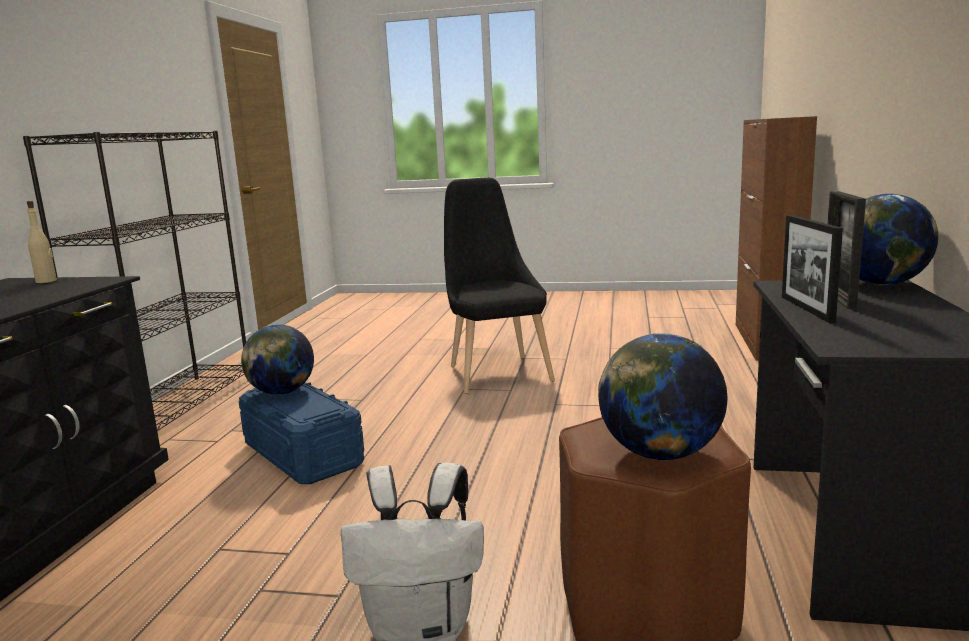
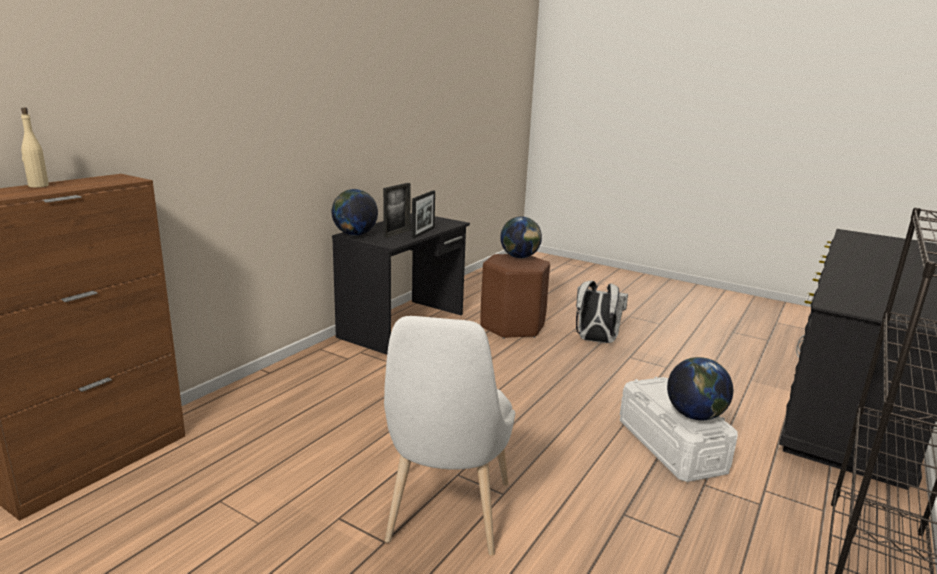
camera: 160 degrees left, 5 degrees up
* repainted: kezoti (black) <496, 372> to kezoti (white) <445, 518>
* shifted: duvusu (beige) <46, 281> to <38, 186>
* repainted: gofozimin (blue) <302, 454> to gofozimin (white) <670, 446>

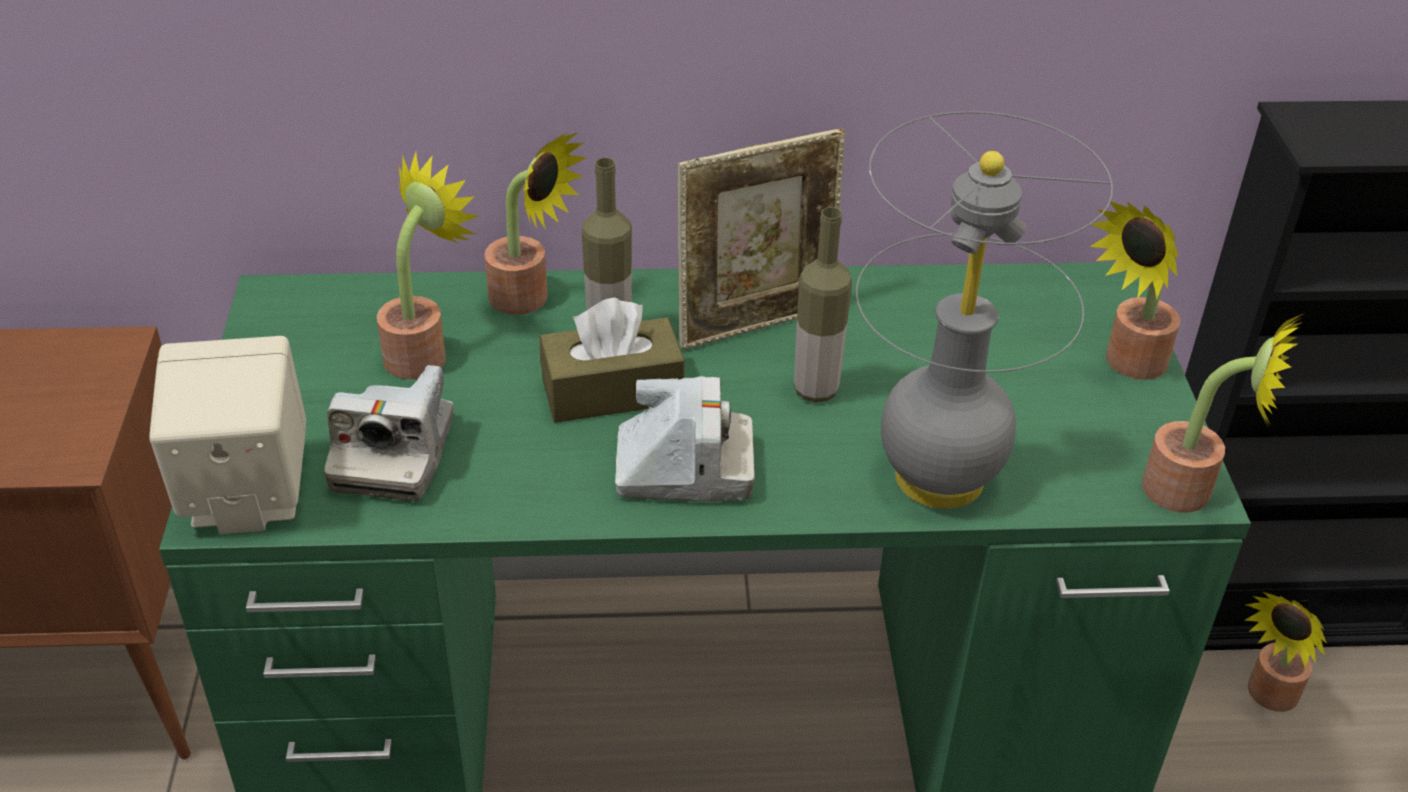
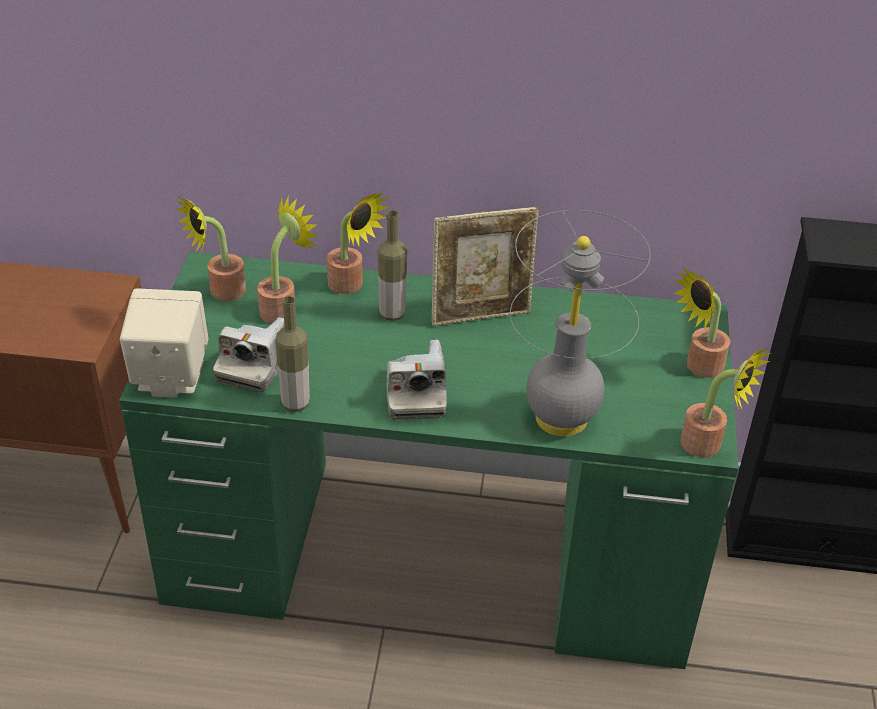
camera: 10 degrees right, 0 degrees up
* shifted: duvusu <815, 390> to <295, 404>
* gone: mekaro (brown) <612, 391>
* rotated: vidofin <684, 469> = <415, 394> 75 degrees clockwise
* shifted: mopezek <1267, 697> to <221, 292>

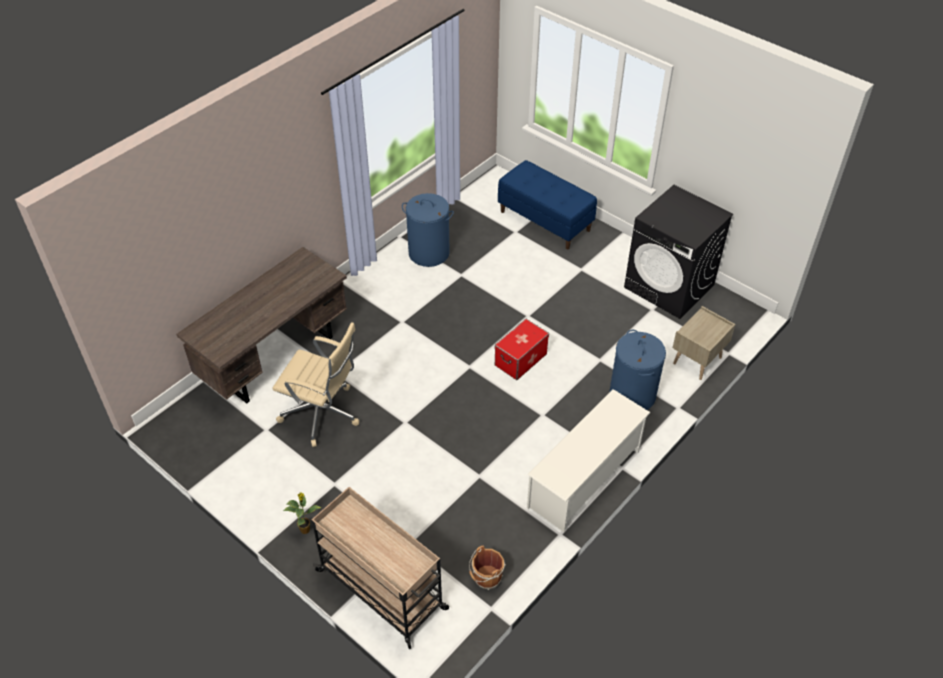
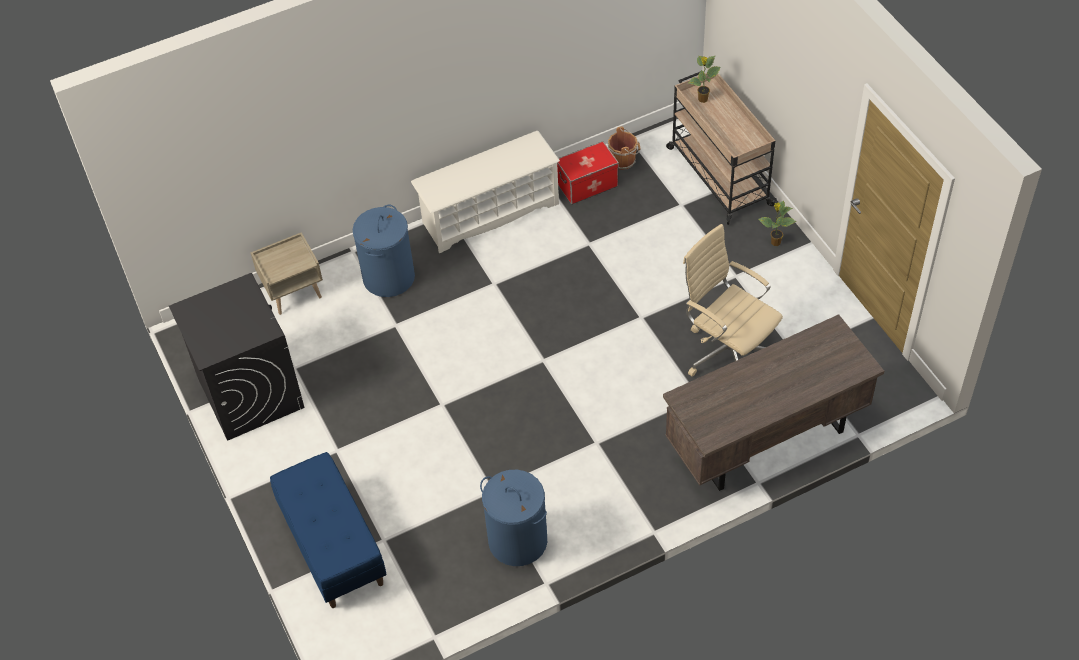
camera: 155 degrees left, 5 degrees up
* shifted: gofozimin <521, 360> to <587, 184>
* new: mopezek <702, 99>

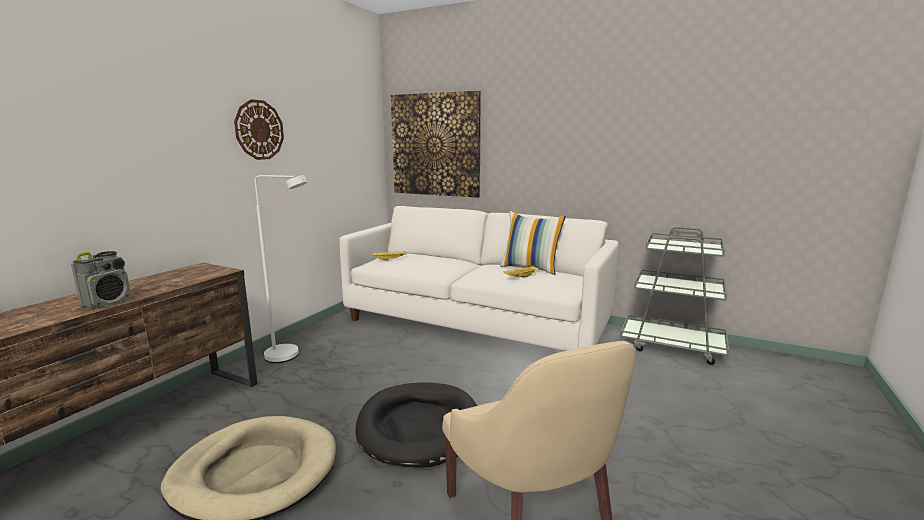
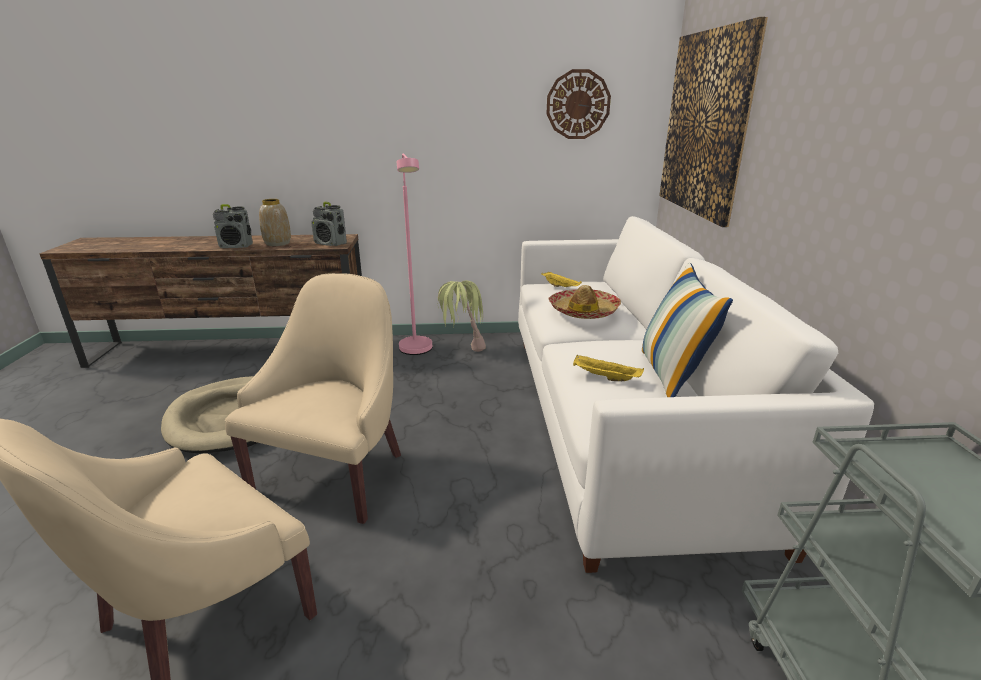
camera: 60 degrees right, 10 degrees up
* shifted: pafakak <259, 130> to <578, 105>
* repainted: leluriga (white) <289, 356> to leluriga (pink) <417, 352>
* swapped: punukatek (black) <419, 427> to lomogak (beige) <335, 472>
* new: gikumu <277, 243>
* new: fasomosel <331, 243>
* new: mopezek <461, 349>
* new: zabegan <583, 311>

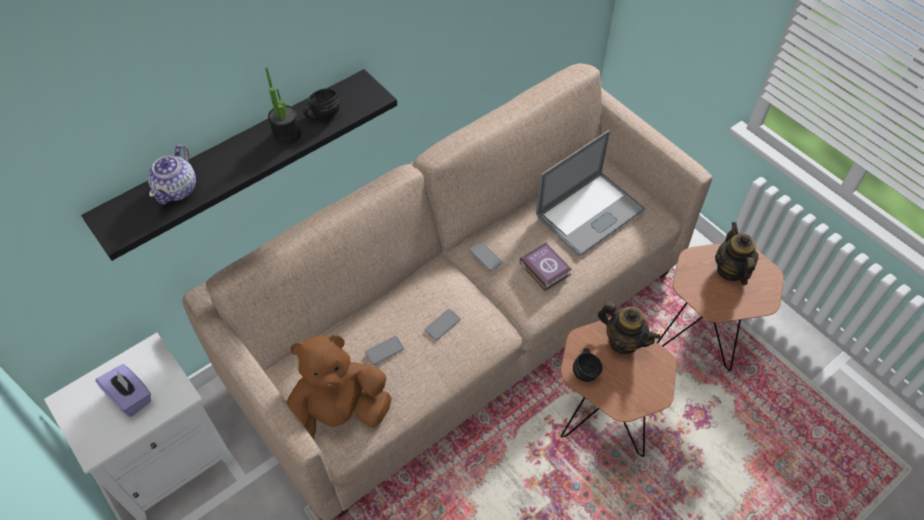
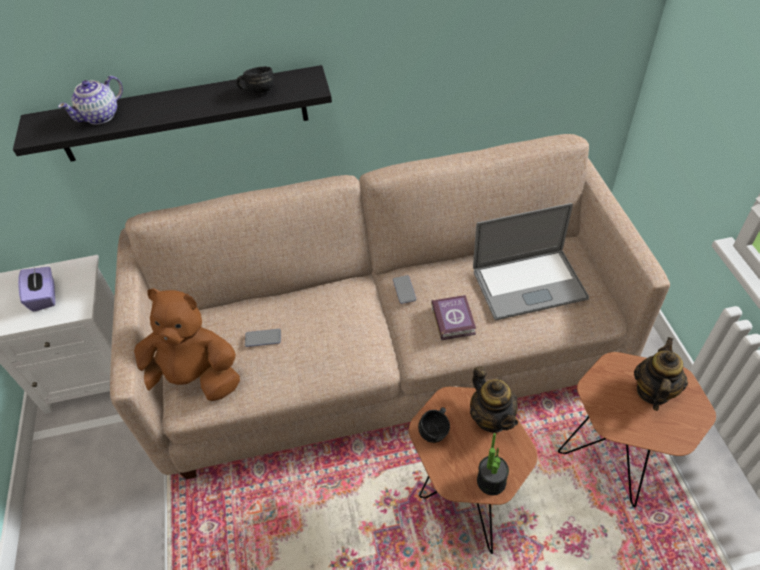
camera: 30 degrees right, 5 degrees down
* shifted: mopezek <287, 135> to <491, 481>
* gone: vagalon <442, 325>

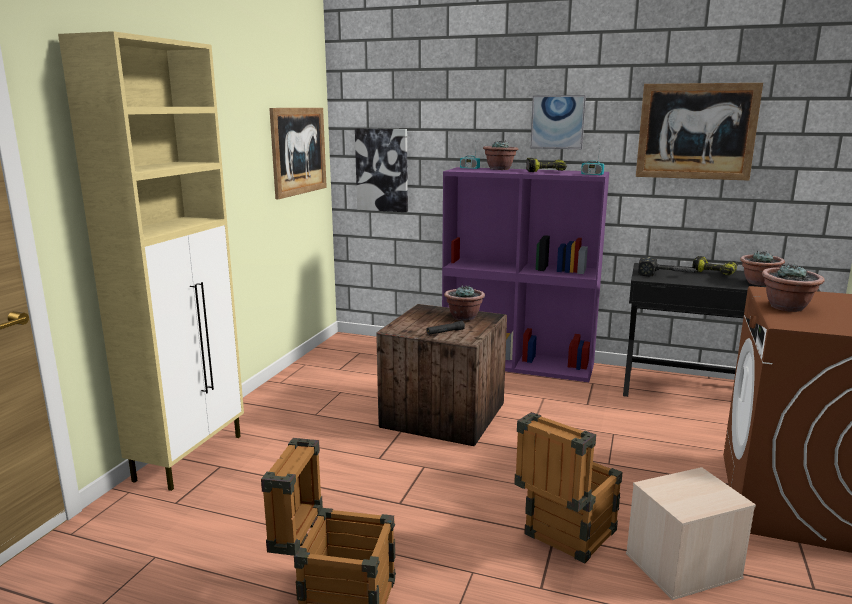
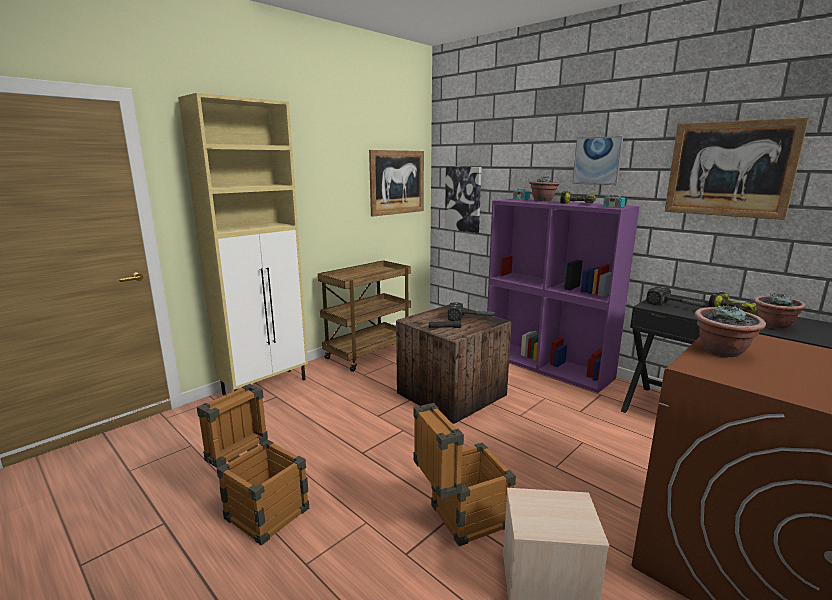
camera: 25 degrees right, 0 degrees up
* swapped: mopezek <464, 317> to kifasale <473, 319>
* new: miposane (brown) <368, 353>

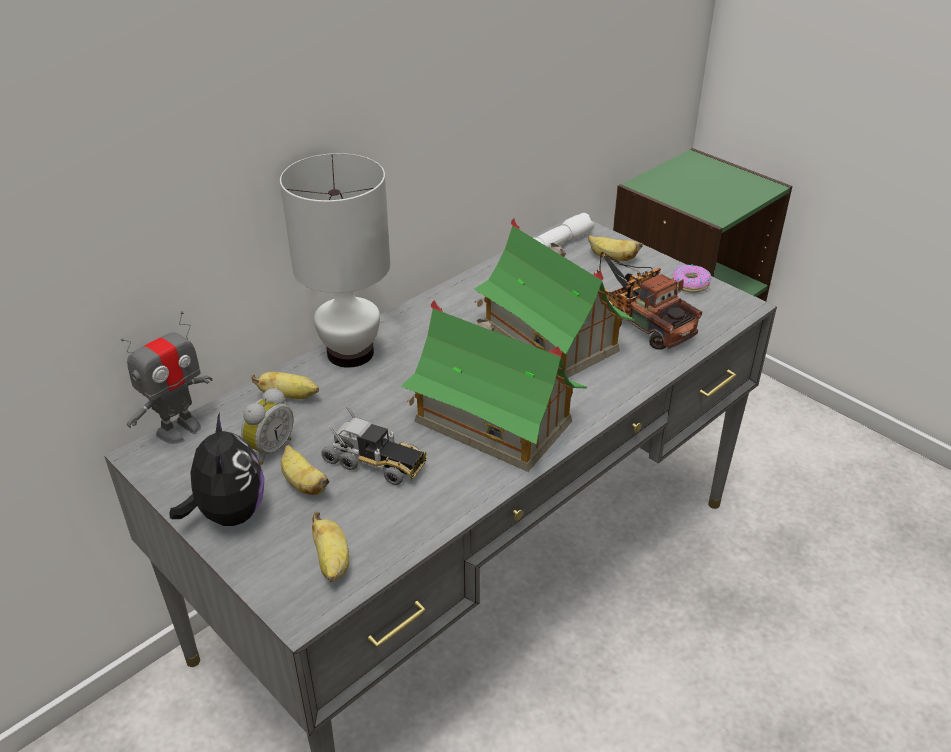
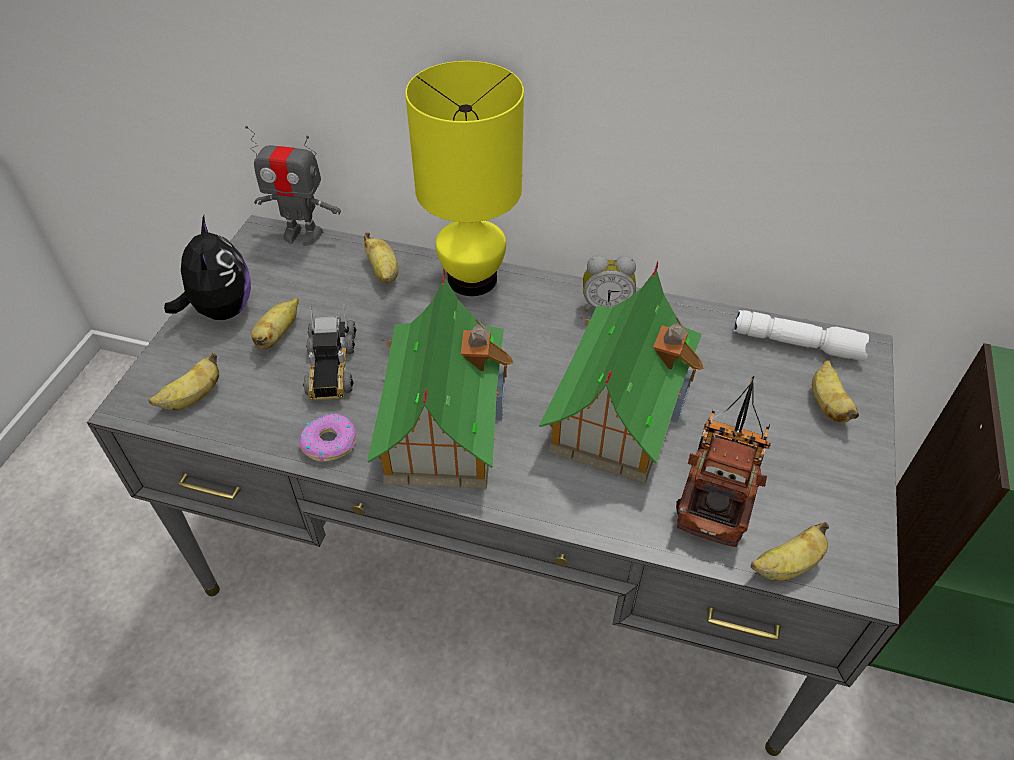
camera: 60 degrees right, 10 degrees up
* repainted: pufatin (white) <350, 354> to pufatin (yellow) <471, 280>
* shifted: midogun <690, 284> to <329, 443>
* shifted: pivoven <269, 449> to <606, 306>
* rotated: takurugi <228, 513> = <221, 310> 60 degrees counterclockwise
* new: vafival <786, 566>

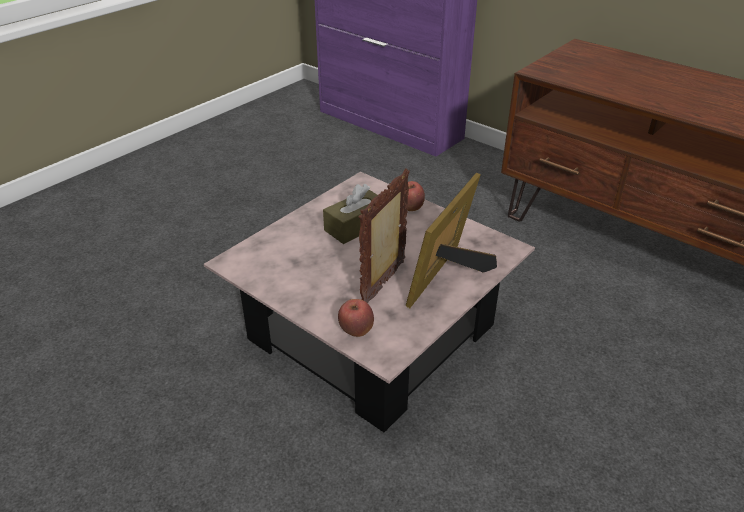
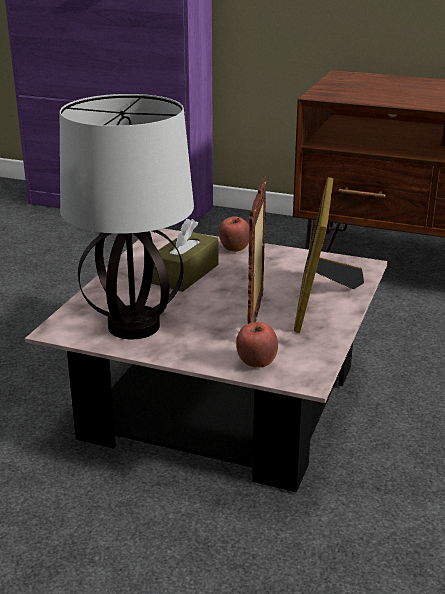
camera: 20 degrees left, 10 degrees down
* new: pufatin <135, 326>

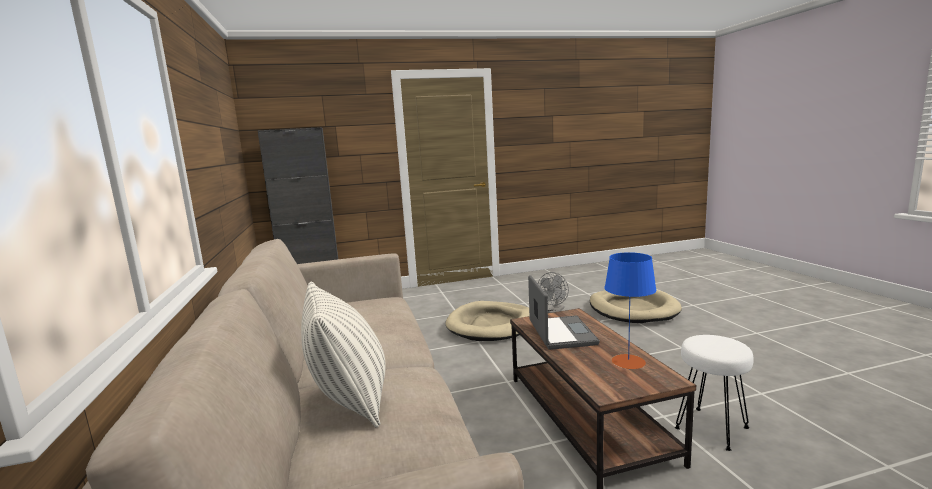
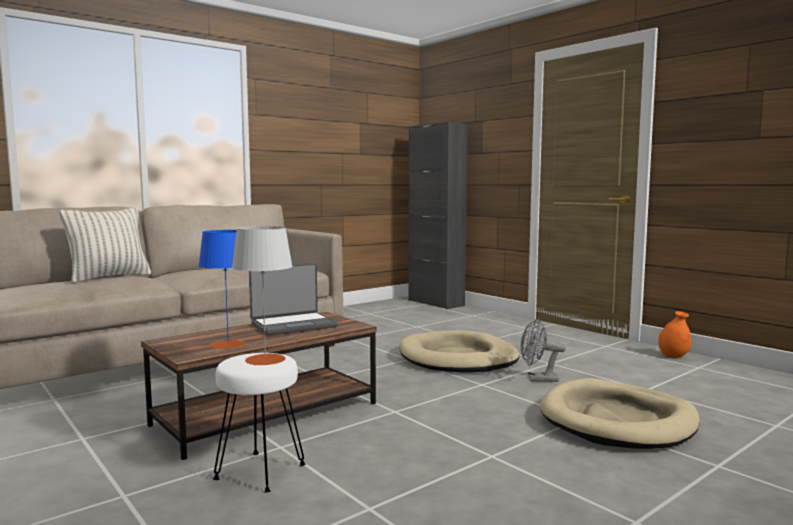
camera: 65 degrees right, 5 degrees down
* new: pufatin (grey) <265, 360>
* new: gikumu (orange) <673, 356>

